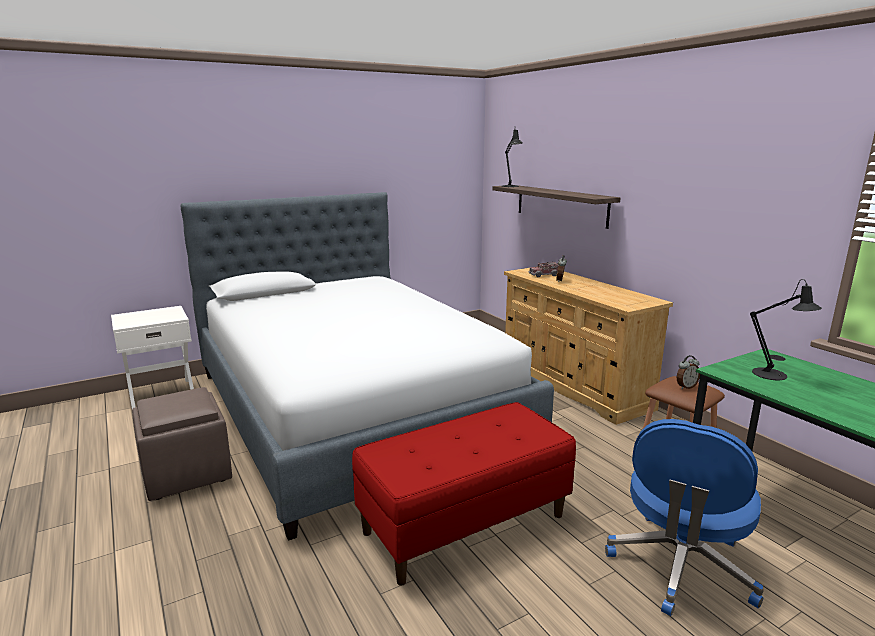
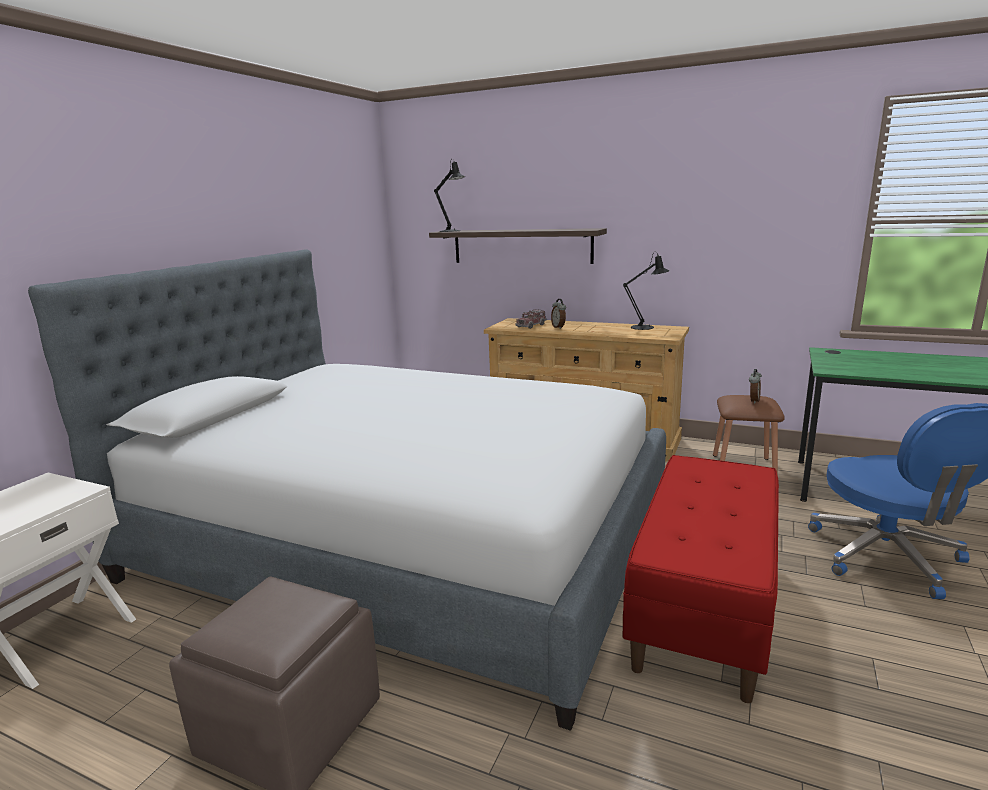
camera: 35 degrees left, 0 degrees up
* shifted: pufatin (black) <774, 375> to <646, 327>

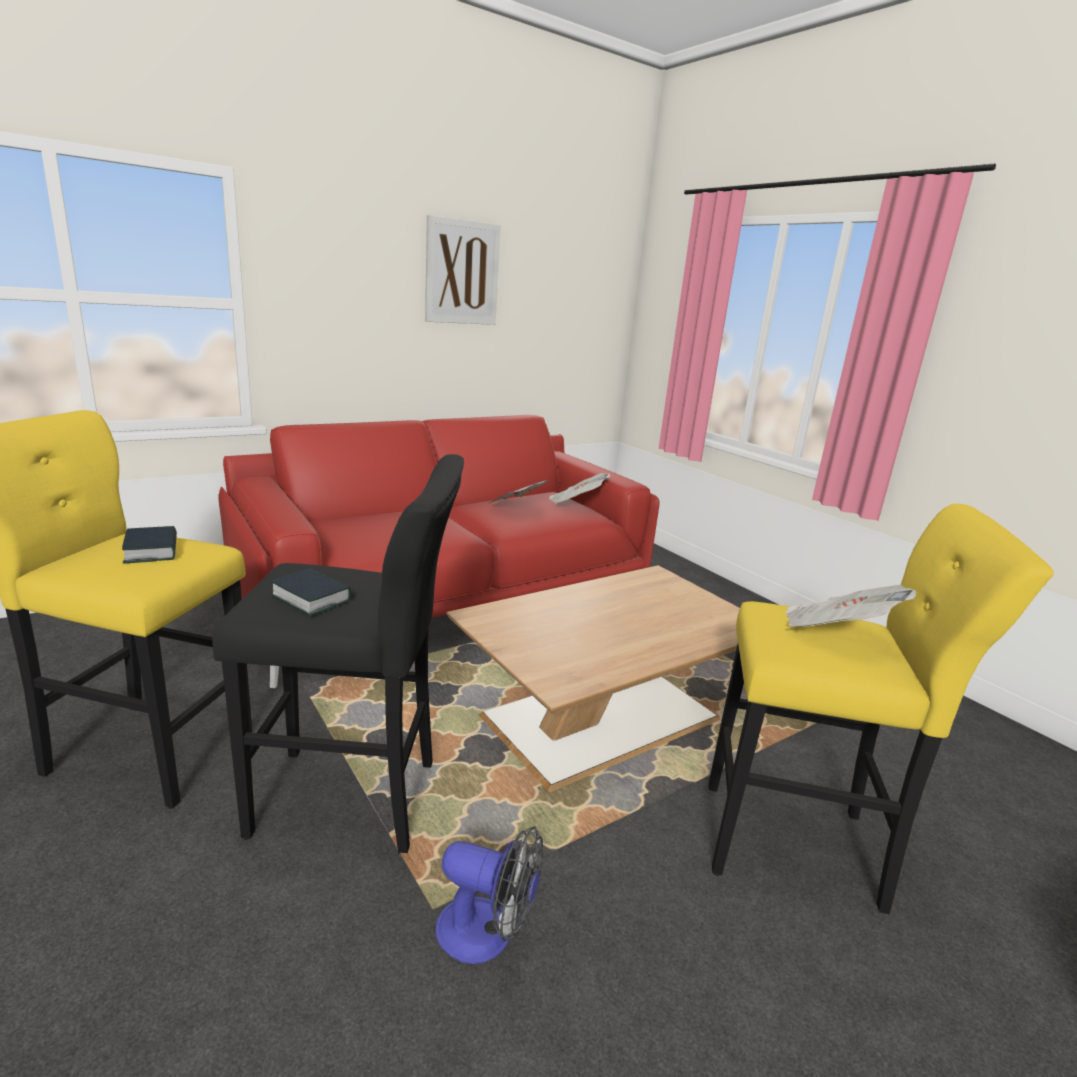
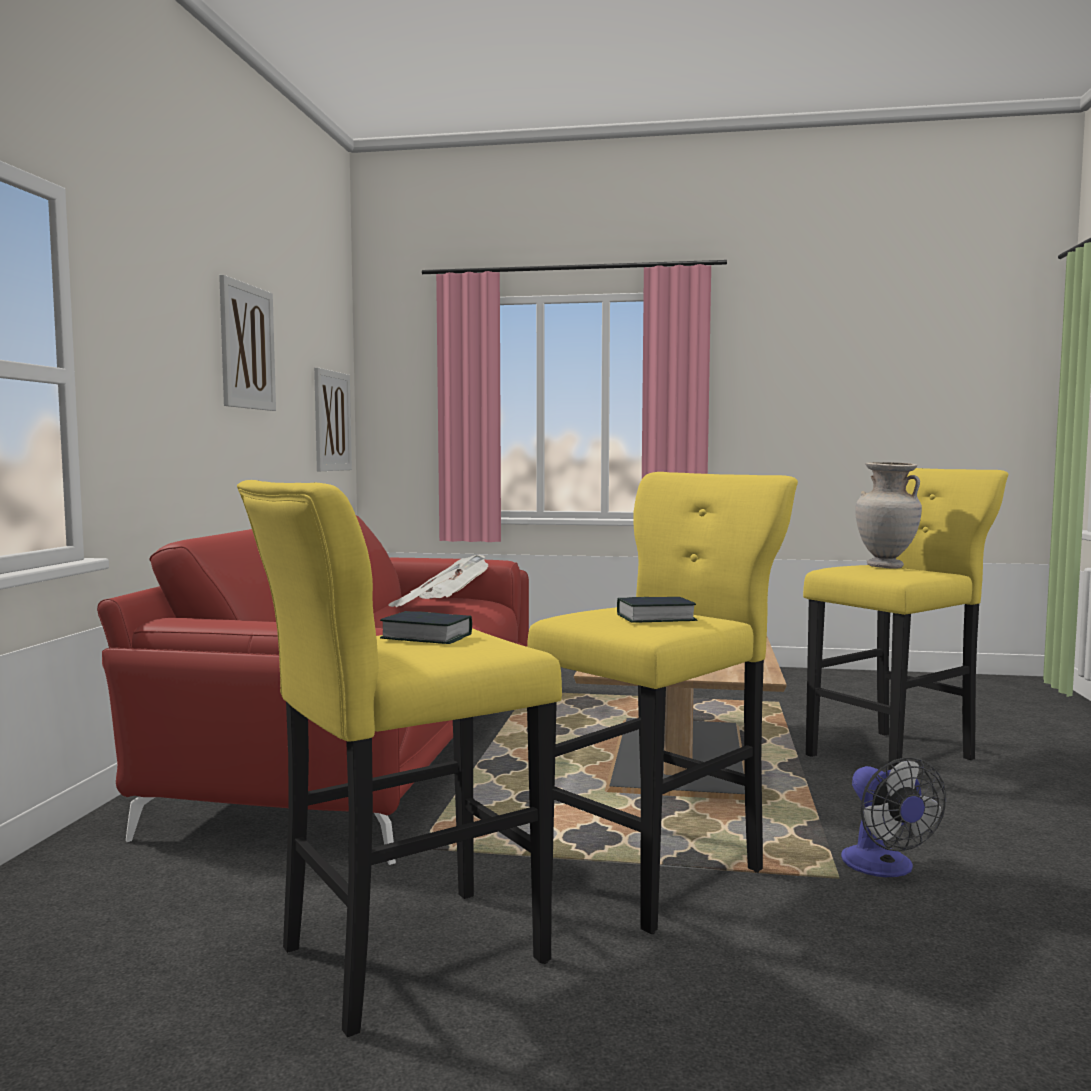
camera: 45 degrees left, 15 degrees down
* repainted: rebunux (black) <355, 799> to rebunux (yellow) <659, 872>
* swapped: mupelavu <835, 632> to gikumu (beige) <885, 566>
* rotated: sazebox <487, 934> = <884, 867> 105 degrees clockwise
* new: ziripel <332, 421>

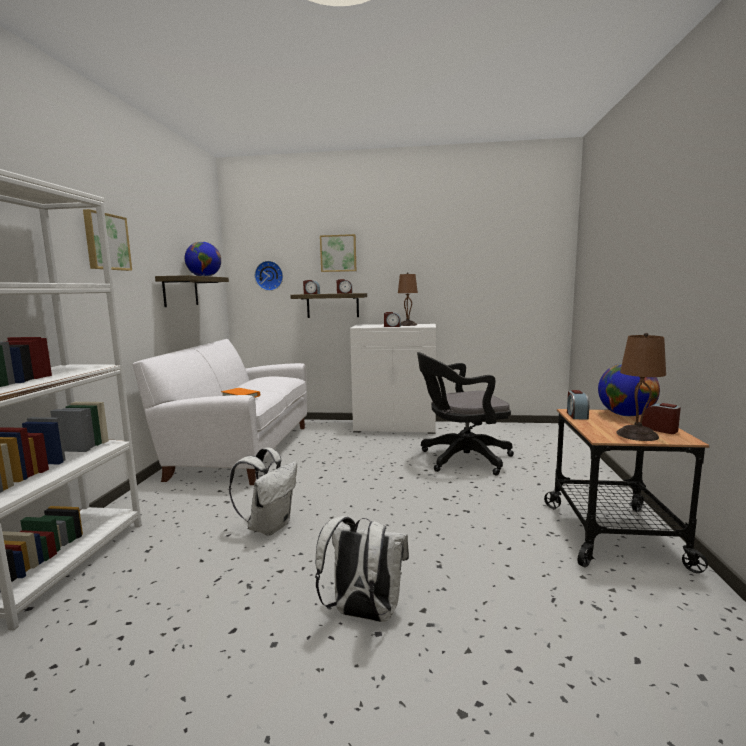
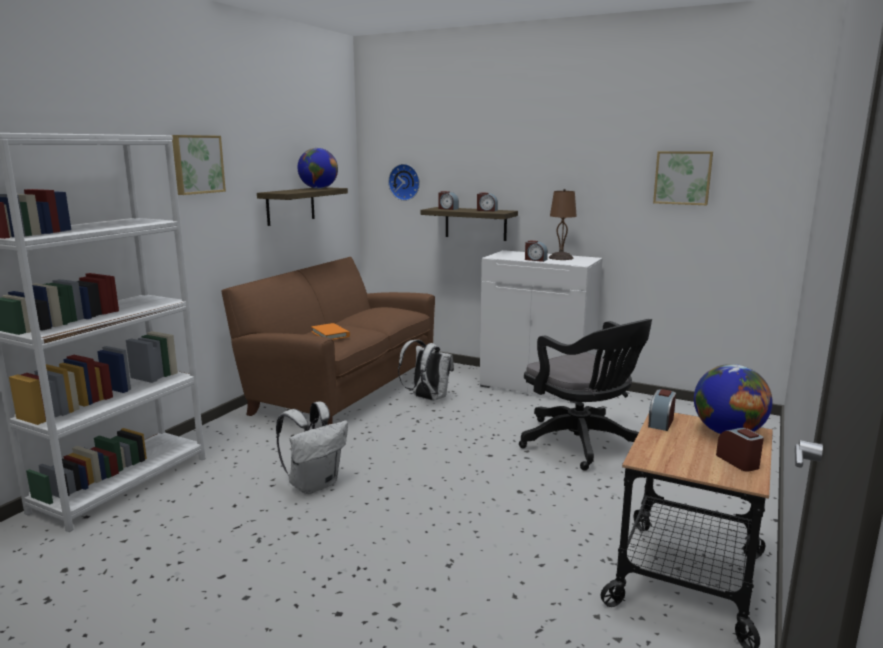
camera: 20 degrees right, 5 degrees up
* shifted: ziripel <338, 253> to <682, 177>
* gone: pufatin (brown) <636, 434>
* repainted: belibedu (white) <241, 450> to belibedu (brown) <342, 391>
* rotated: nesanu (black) <461, 459> = <582, 445> 135 degrees counterclockwise
* shifted: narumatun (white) <363, 614> to <427, 398>

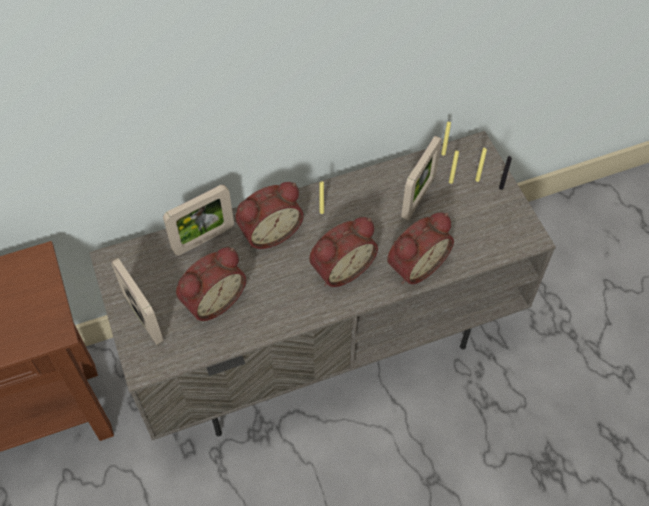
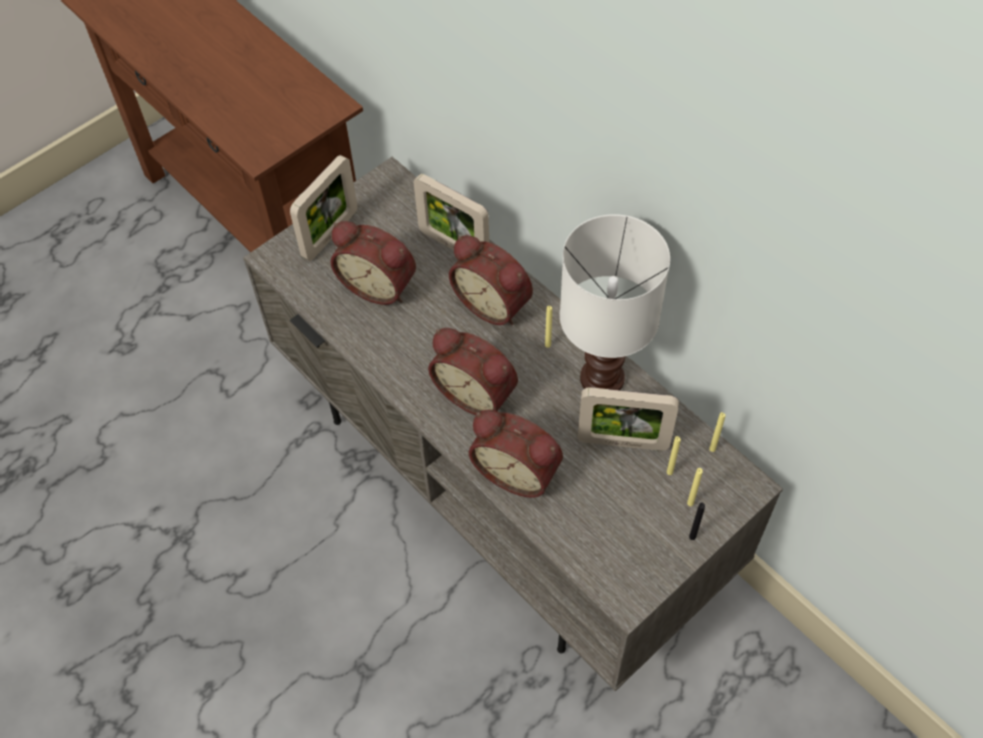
camera: 70 degrees right, 0 degrees up
* new: pufatin (white) <603, 377>

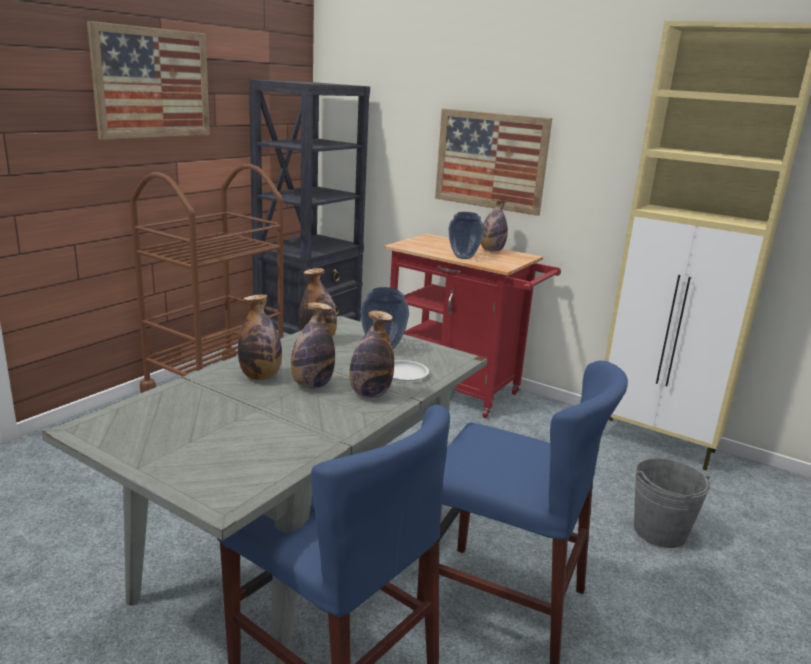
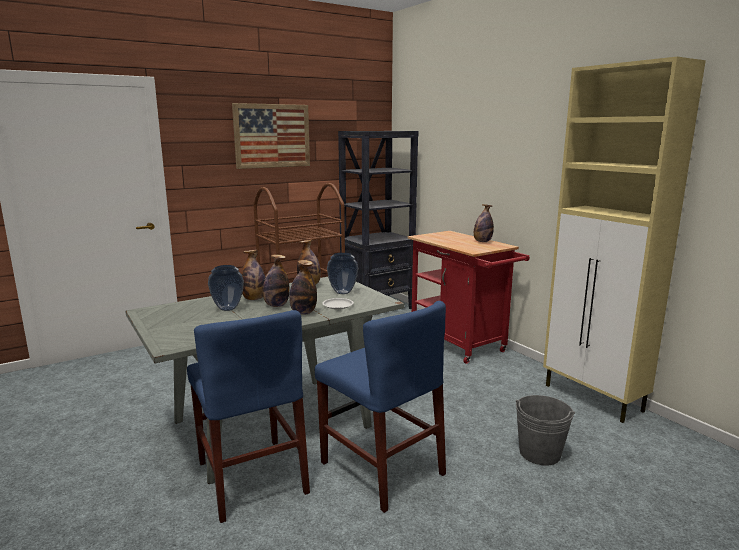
camera: 25 degrees right, 5 degrees down
* gone: ziripel <490, 160>
* shifted: gikumu <464, 257> to <228, 308>

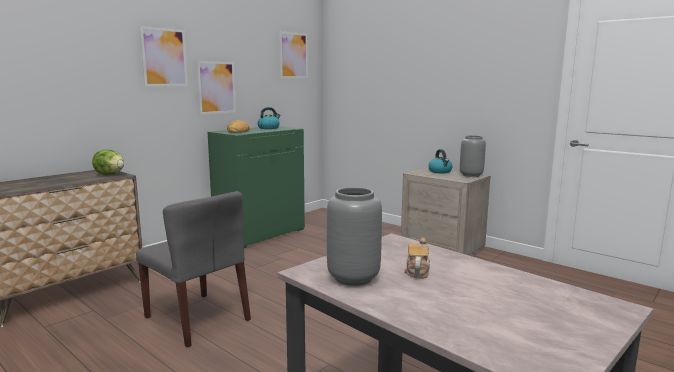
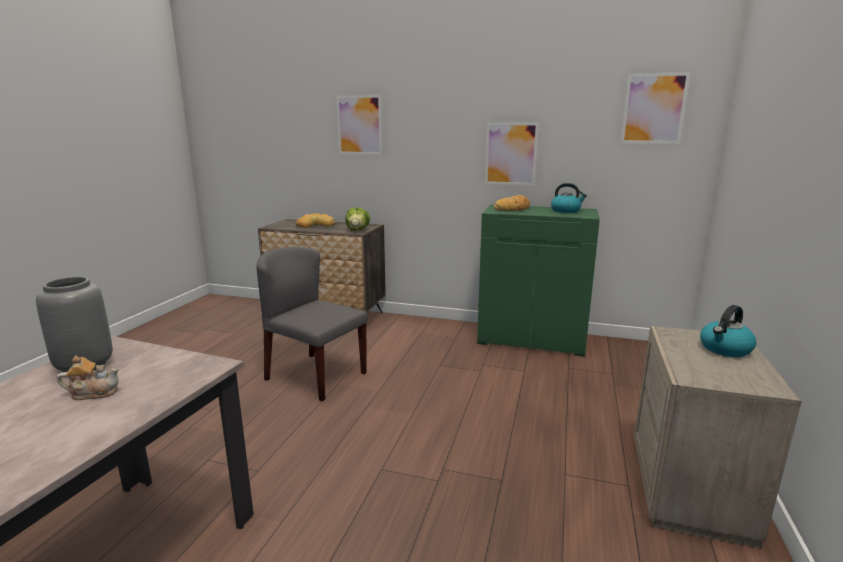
camera: 65 degrees right, 5 degrees up
* shifted: ziripel <164, 57> to <359, 125>
* gone: gikumu (grey) <471, 175>
* rotated: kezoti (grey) <198, 318> = <315, 376> 105 degrees clockwise
* new: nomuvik <315, 225>

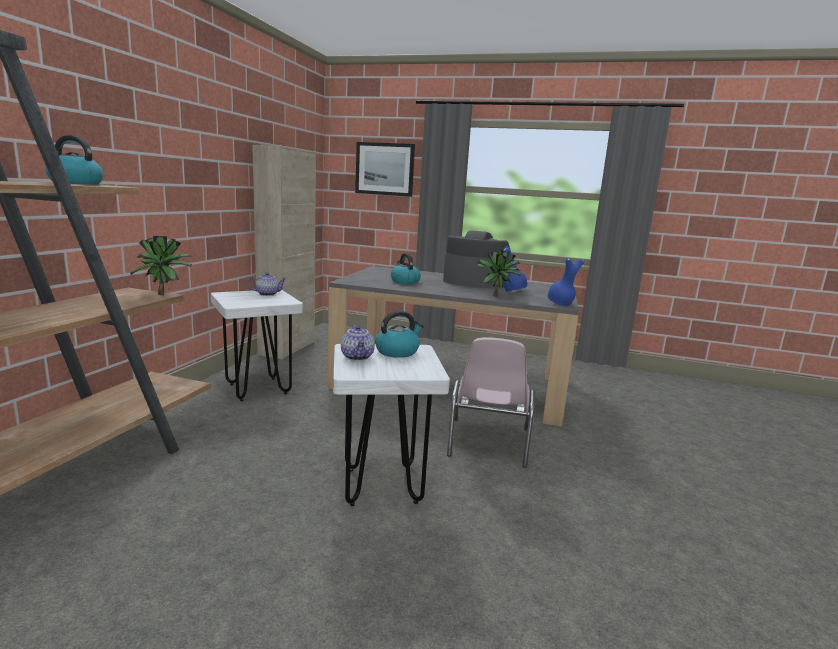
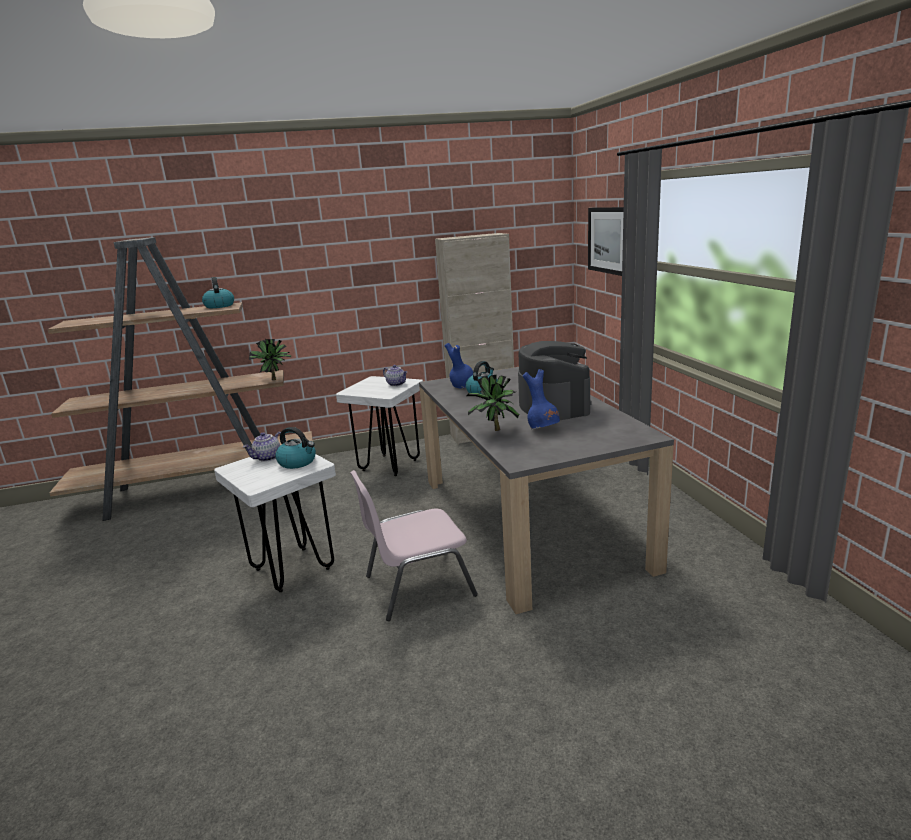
camera: 60 degrees right, 5 degrees up
* shifted: gikumu (blue) <560, 304> to <461, 386>

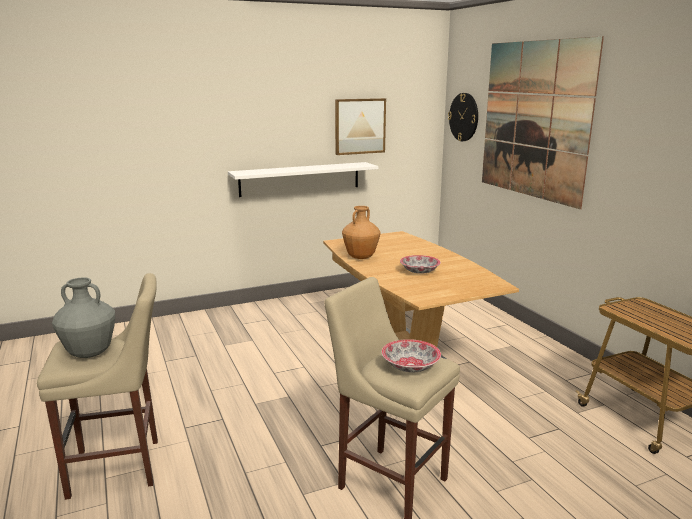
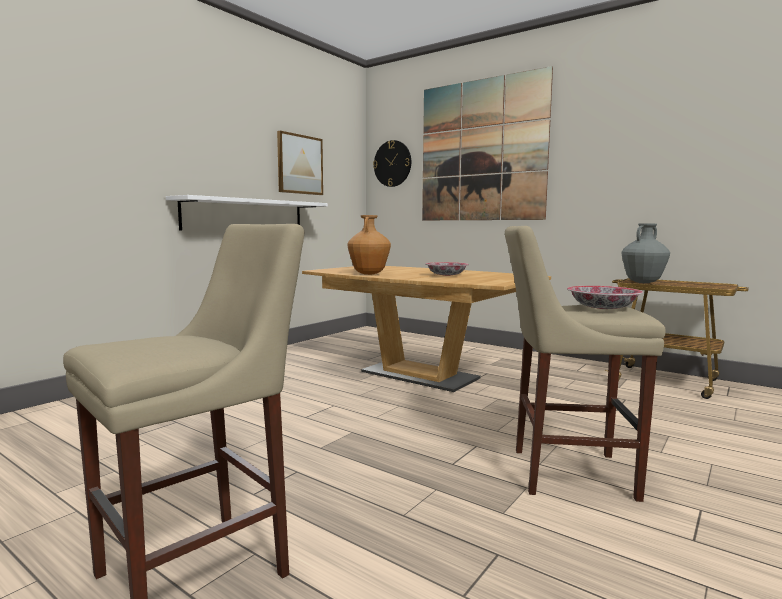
camera: 30 degrees left, 10 degrees down
* shifted: gikumu (grey) <89, 353> to <642, 282>

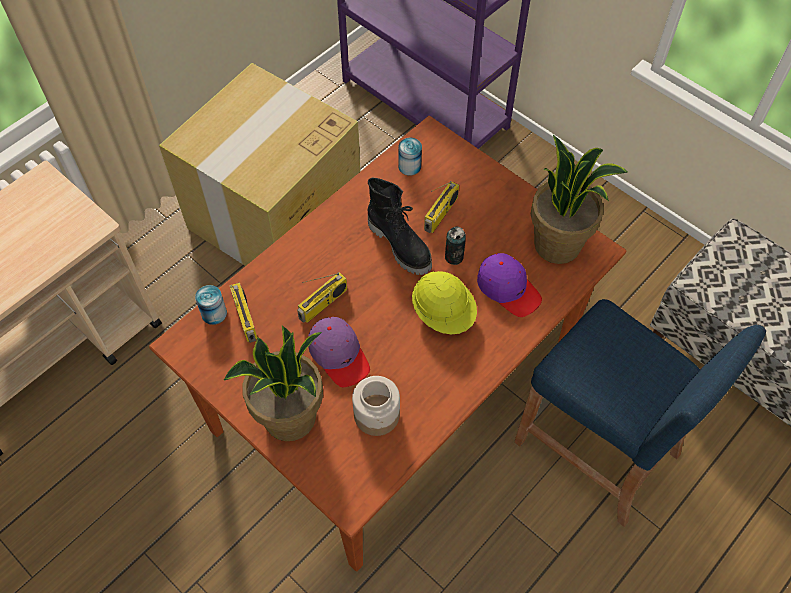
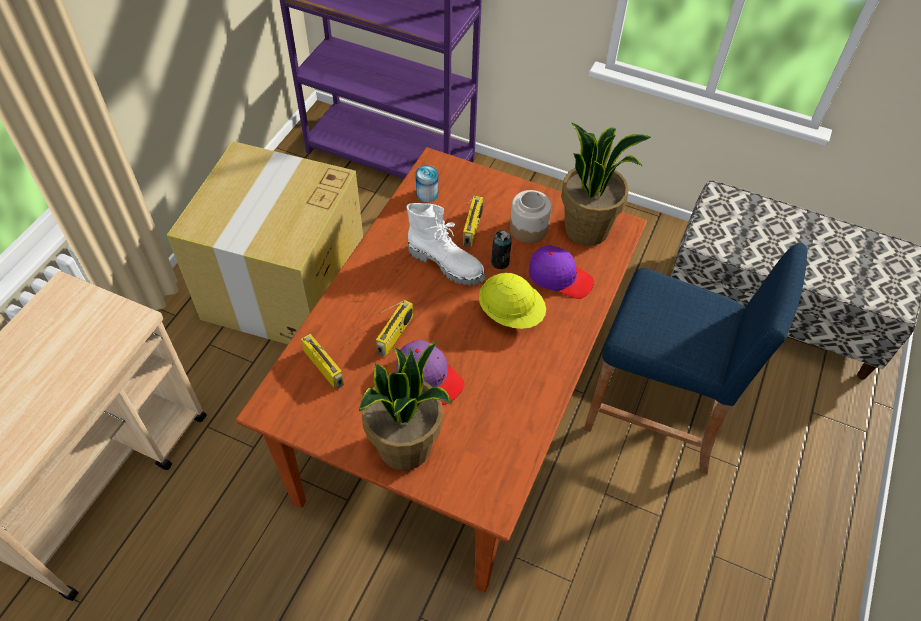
camera: 20 degrees left, 5 degrees down
* repainted: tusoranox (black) <400, 245> to tusoranox (white) <447, 264>
* gone: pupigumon <214, 313>
* shifted: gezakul <377, 414> to <528, 228>

